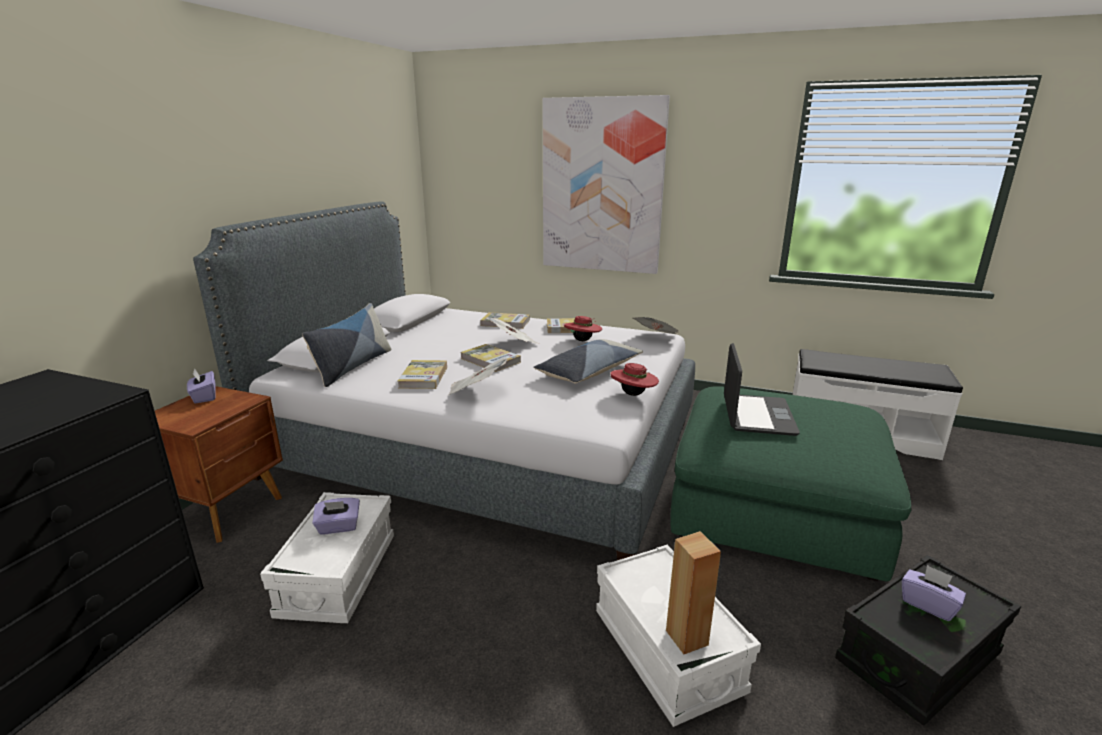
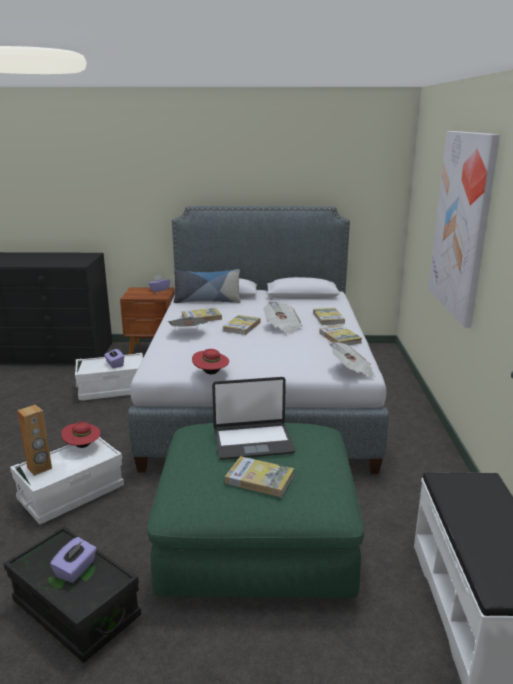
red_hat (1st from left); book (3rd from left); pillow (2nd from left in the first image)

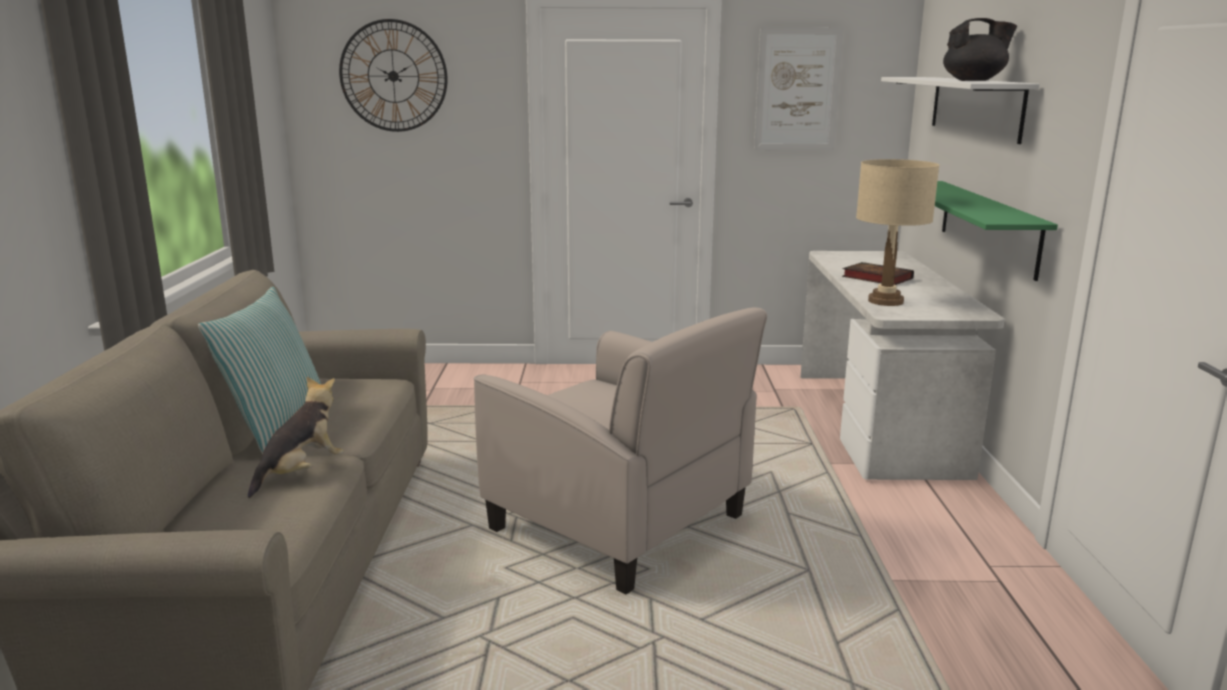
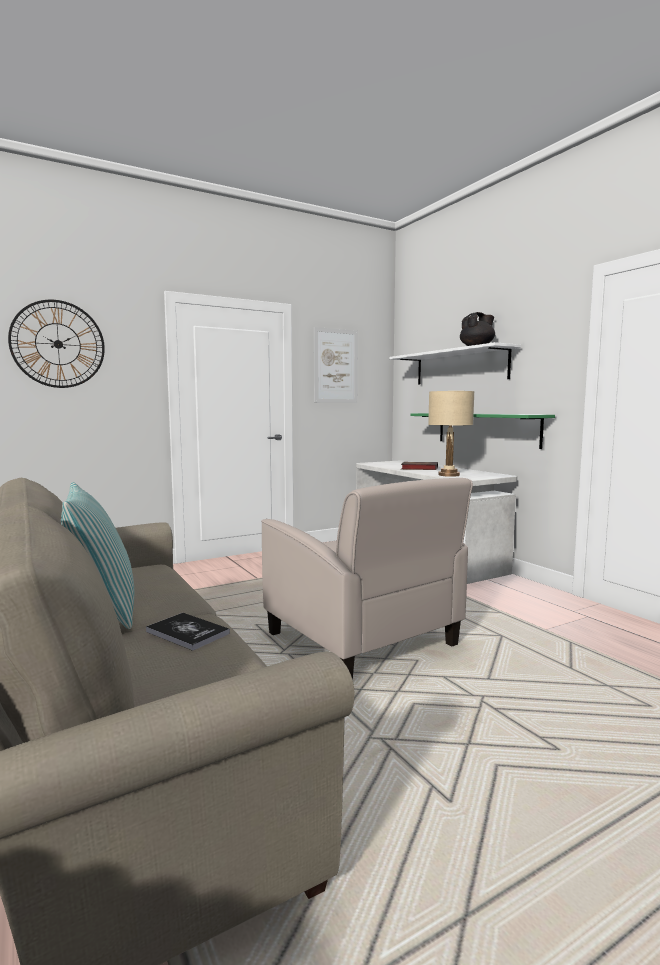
book (1st from left); beige_armchair

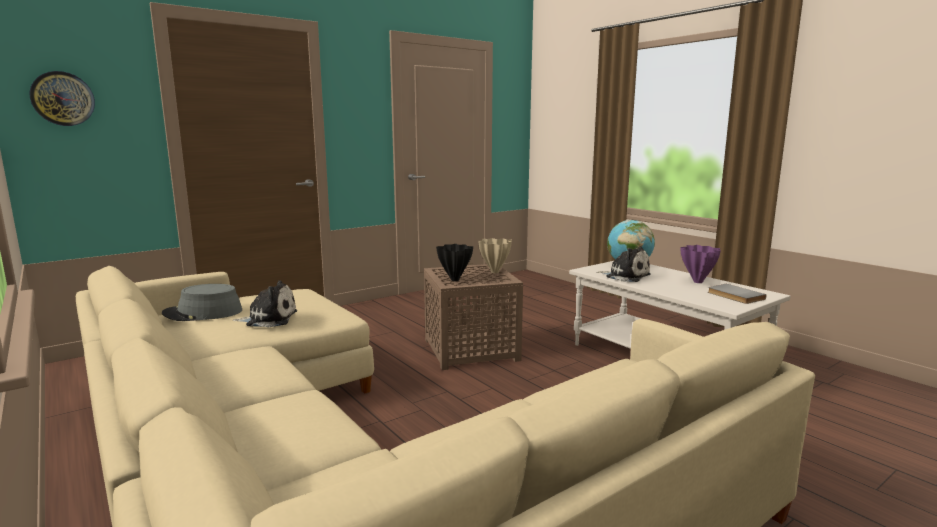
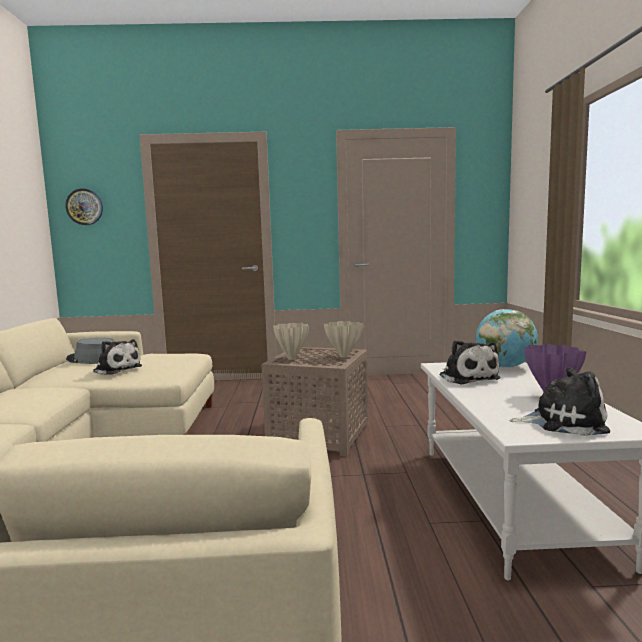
beige_vase (1st from left); plush_toy (3rd from left)

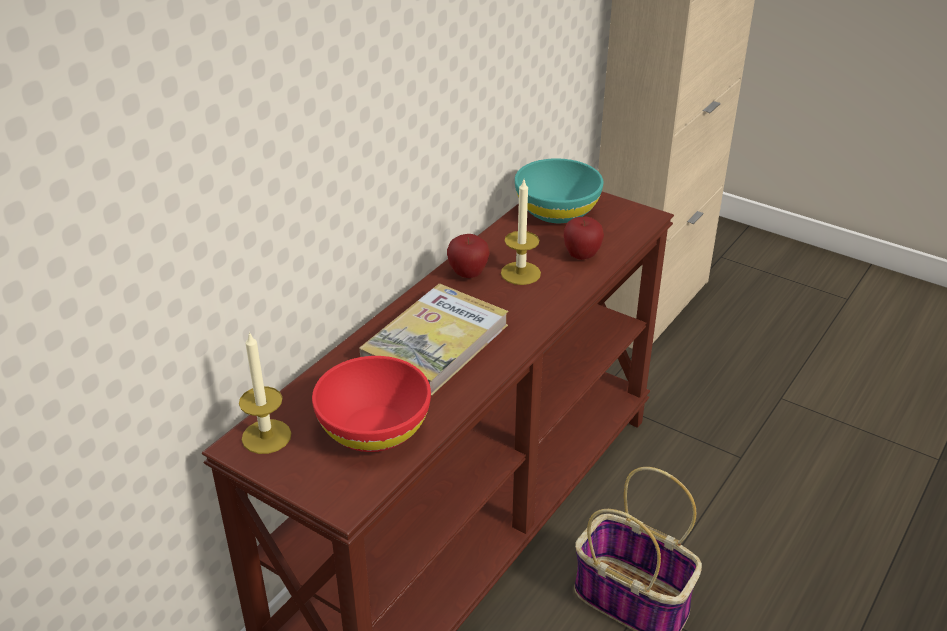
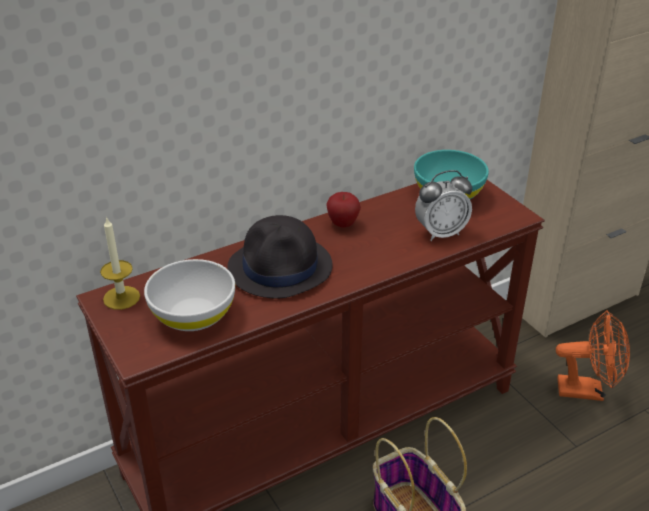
white_bowl; black_hat; alarm_clock; orange_fan; candle (2nd from left in the first image)

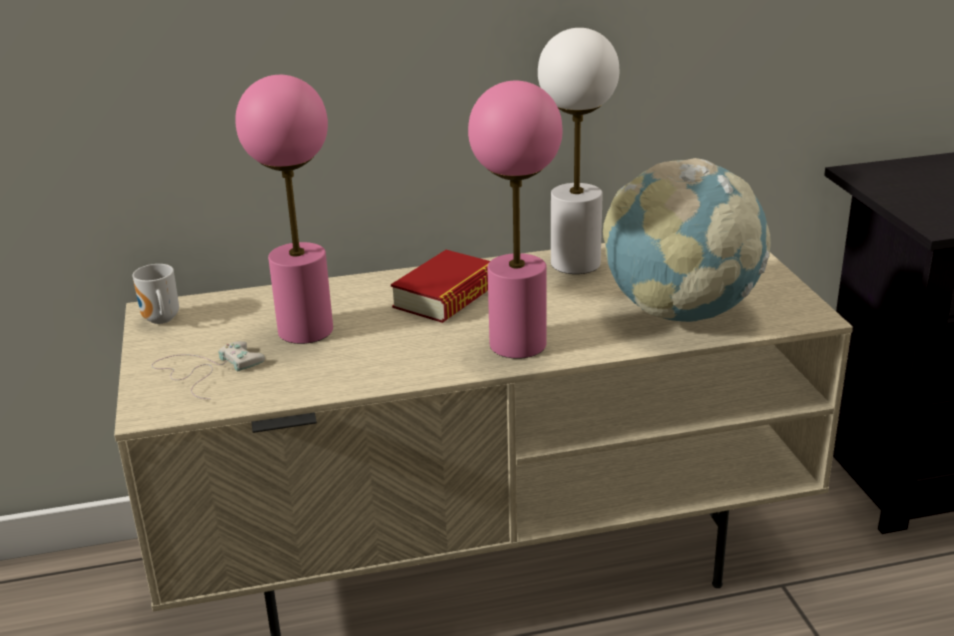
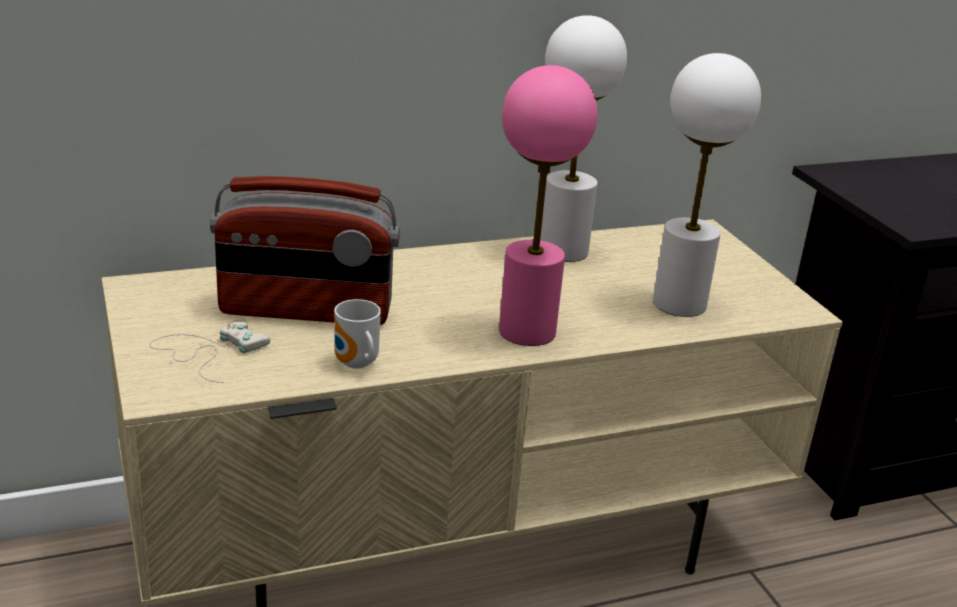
radio; mug; white_table_lamp (2nd from left); book

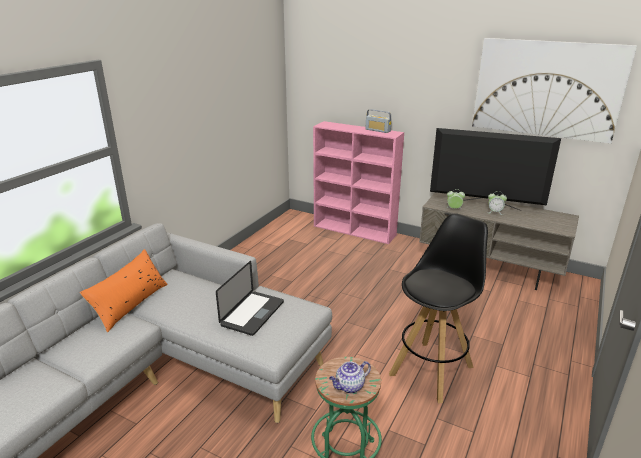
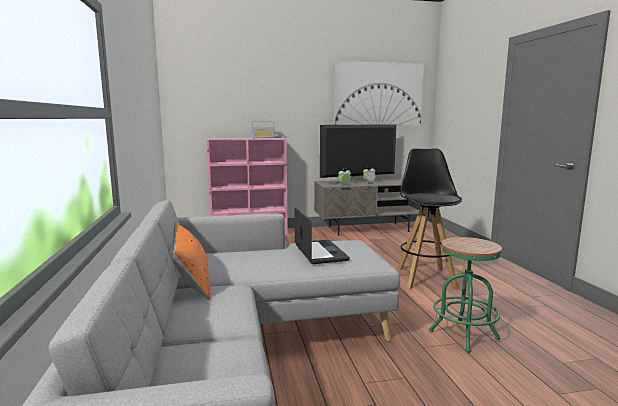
teapot

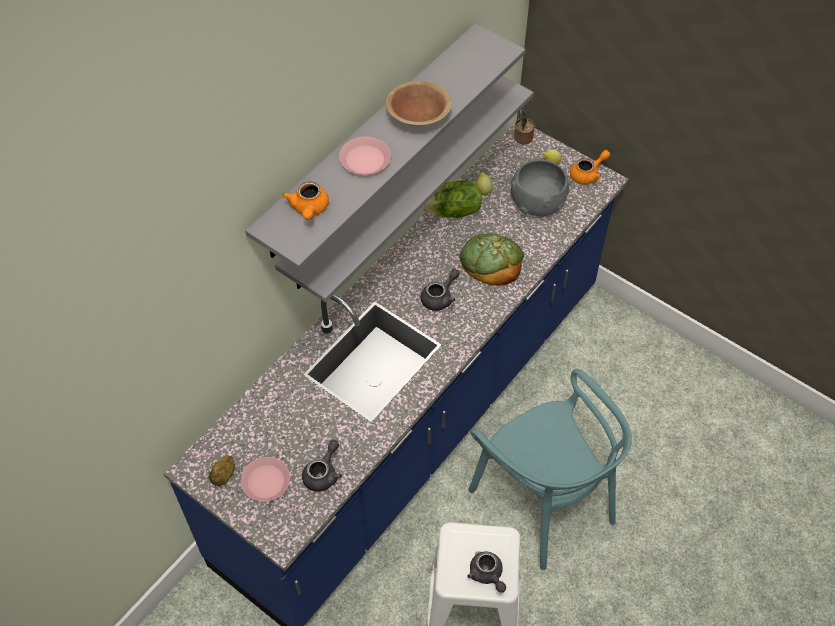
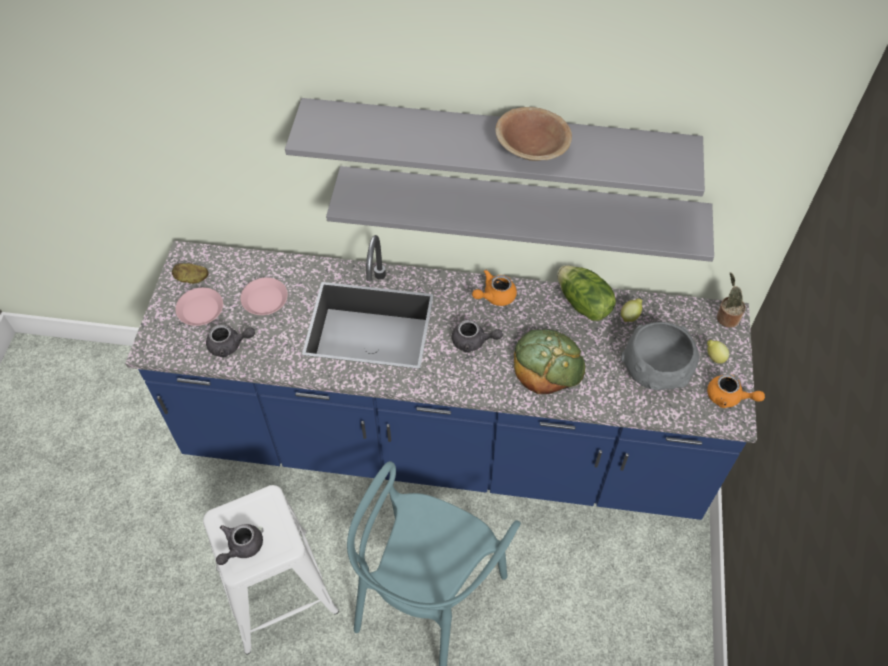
pink_plate (2nd from left); orange_teapot (1st from left)

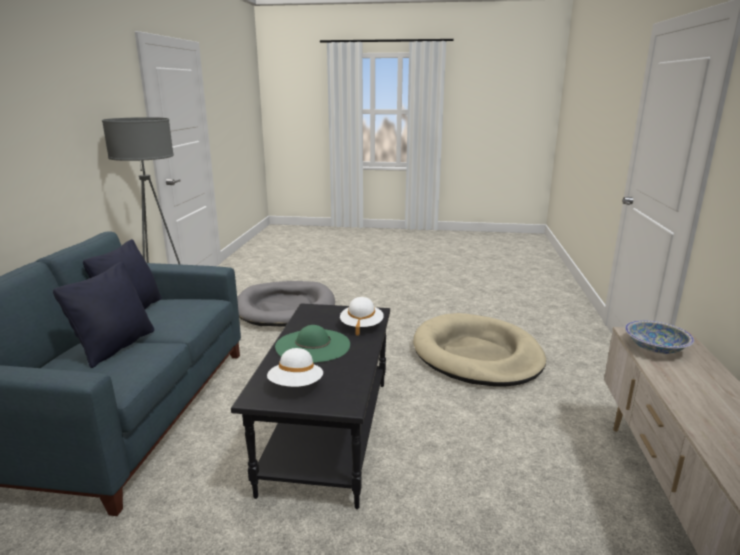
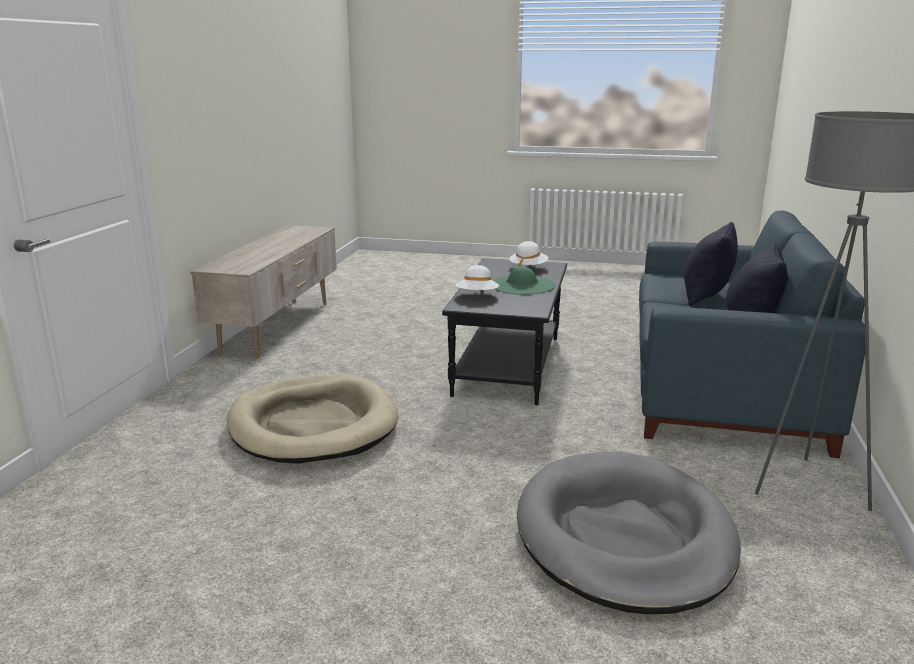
bowl

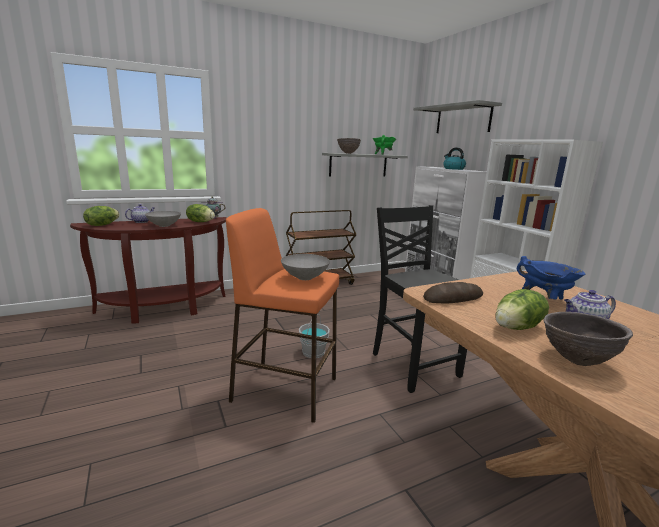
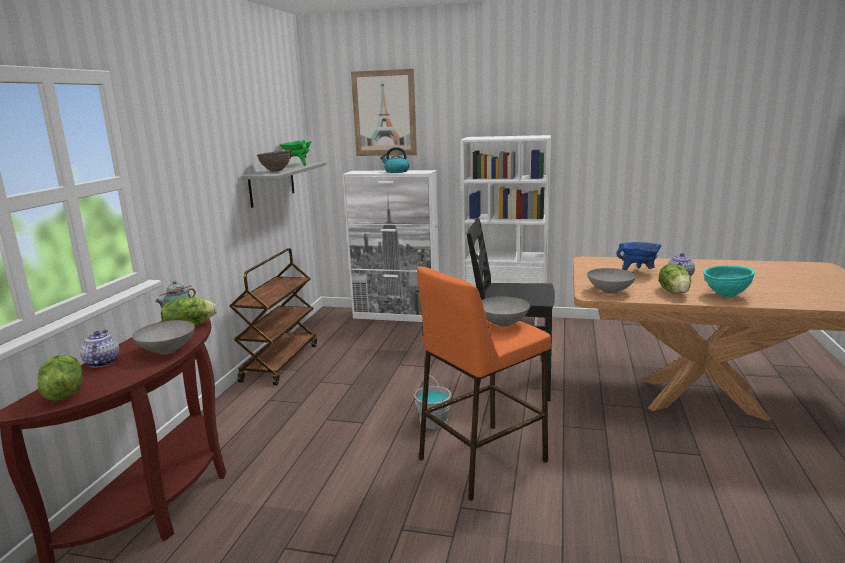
picture; grey_bowl (3rd from left); turquoise_bowl

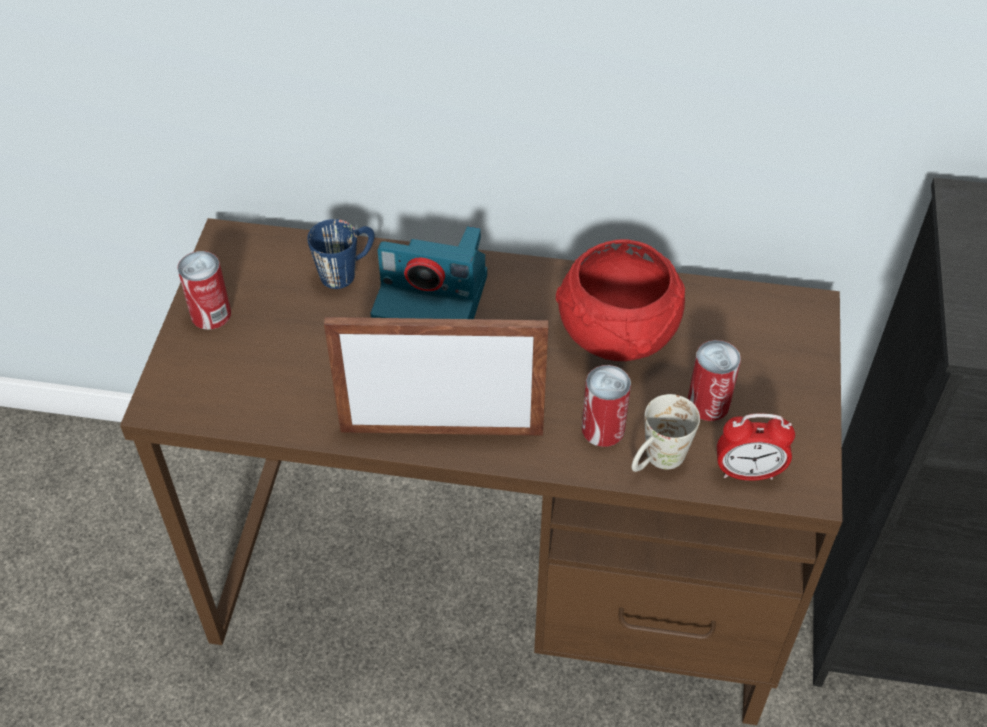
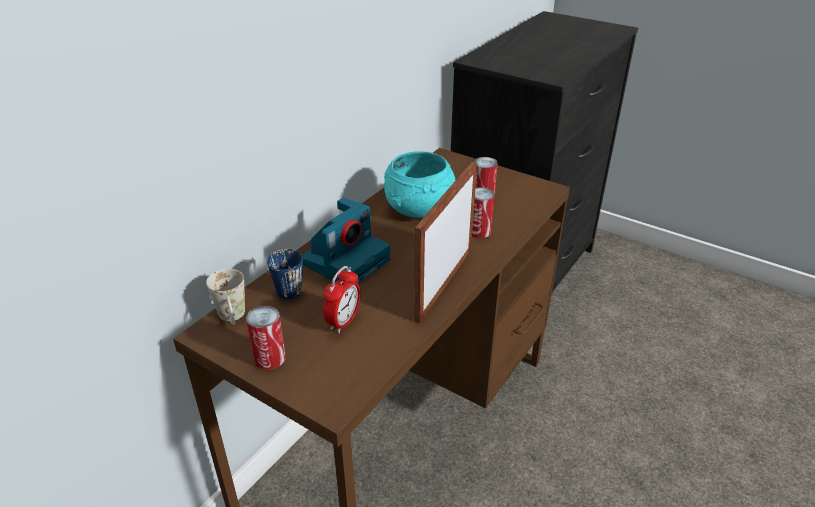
white_mug; alarm_clock; turquoise_bowl

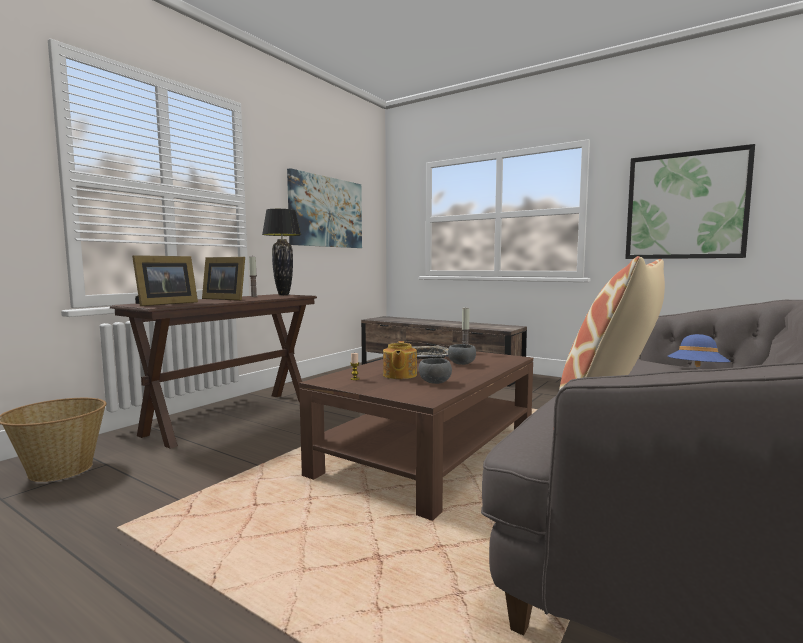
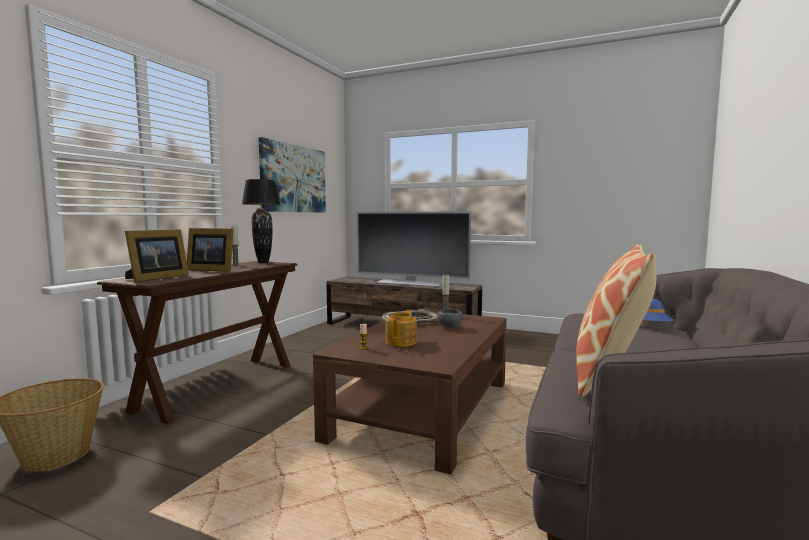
television; teapot; grey_bowl (1st from left in the first image); picture (2nd from left in the first image)

